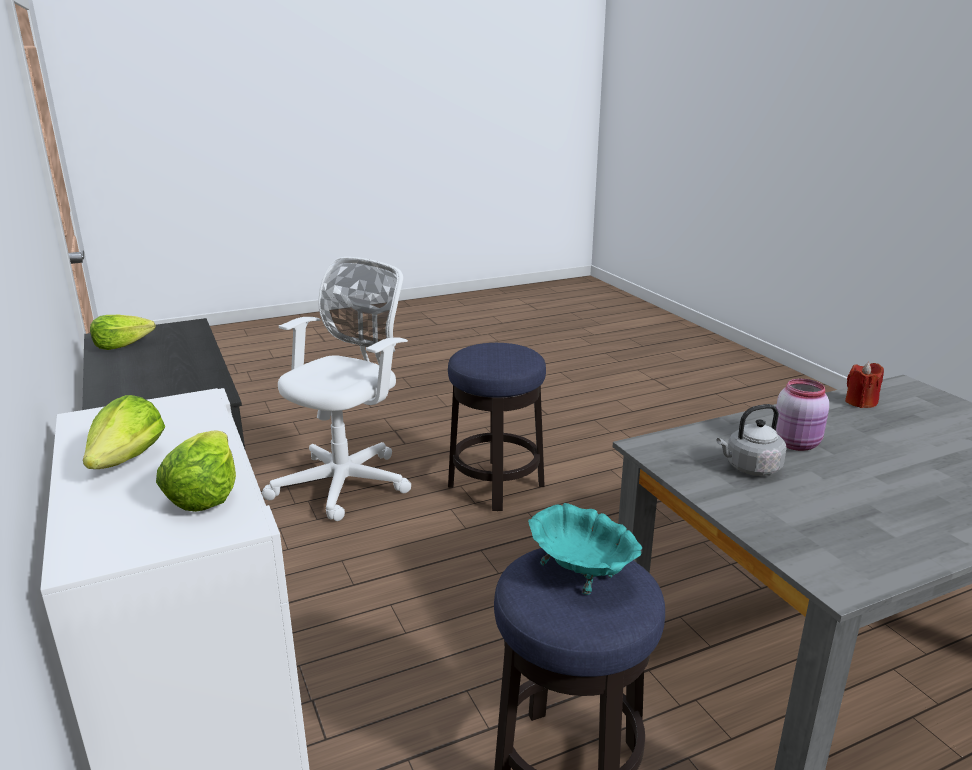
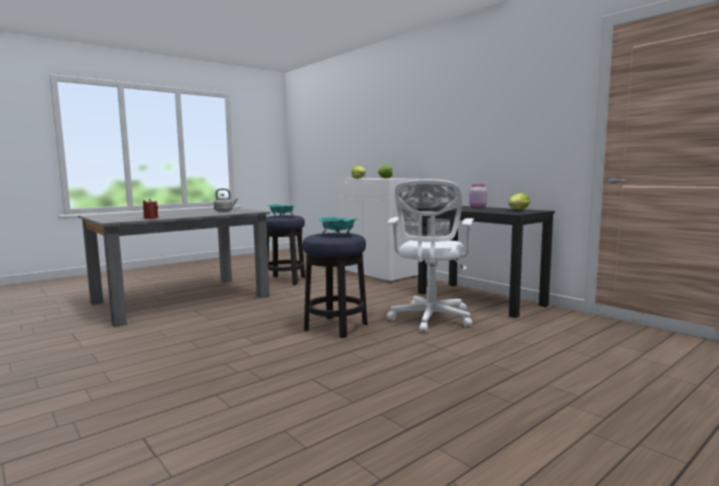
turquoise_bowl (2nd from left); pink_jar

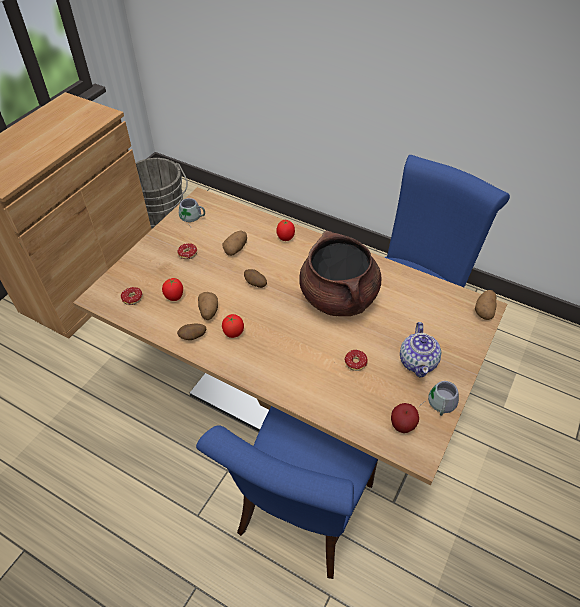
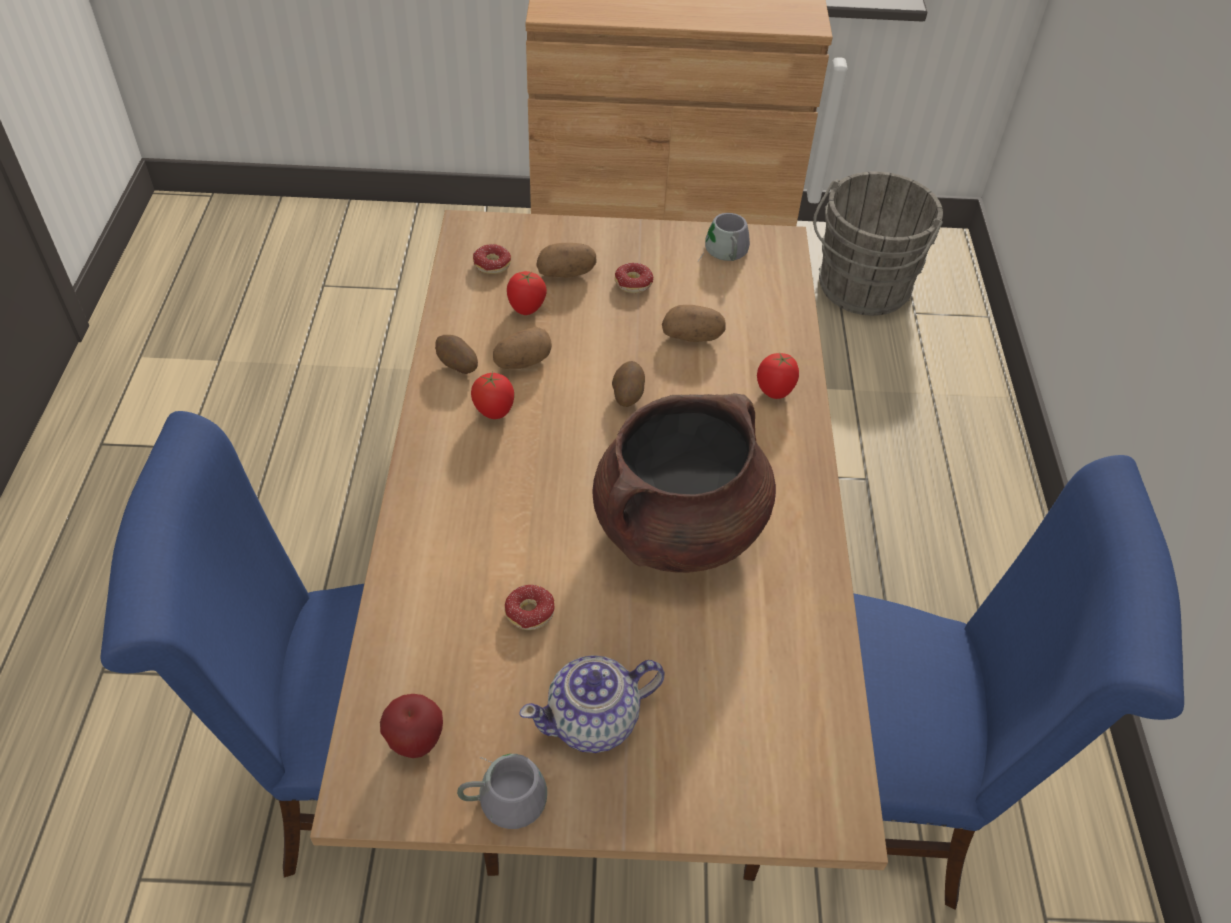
potato (3rd from left)

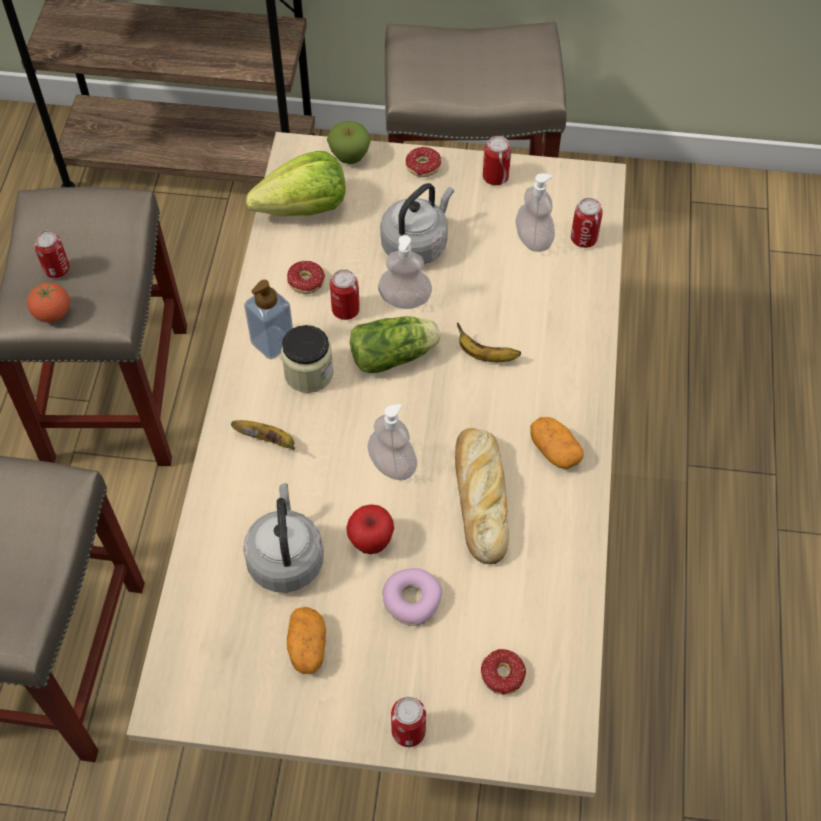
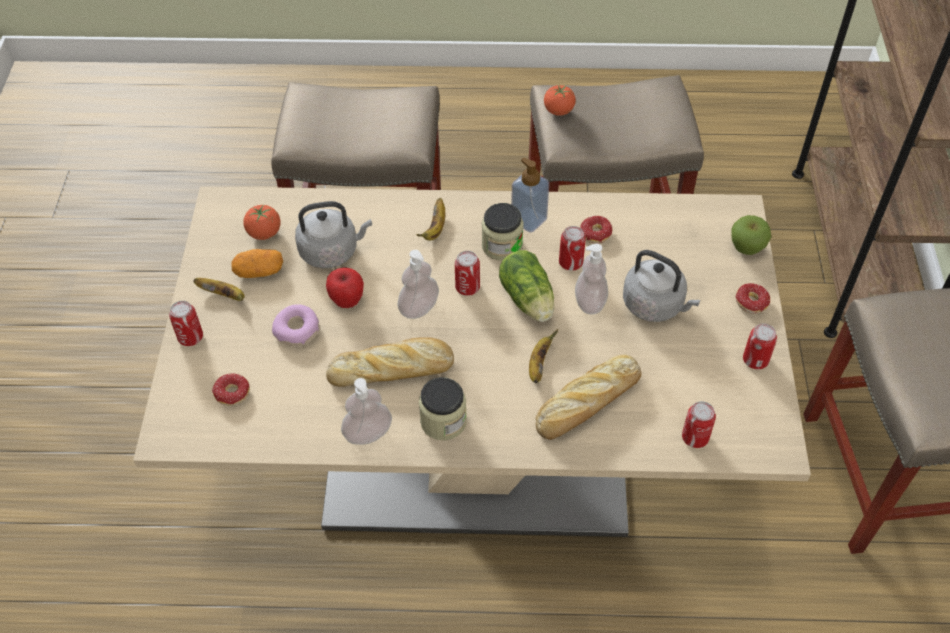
banana (1st from left); tomato (1st from left); soap_dispenser (1st from left); jar (1st from left); can (2nd from left); bread (2nd from left); lettuce (1st from left in the first image)

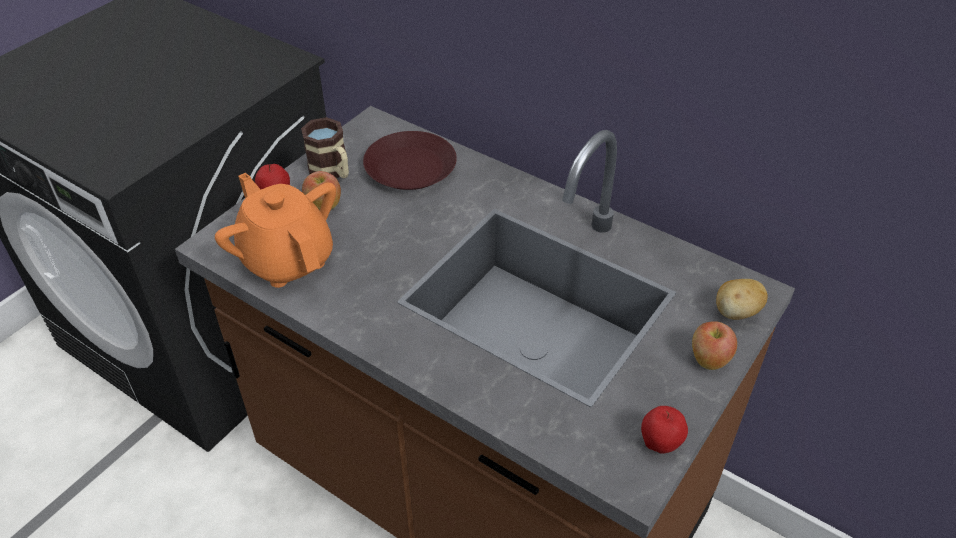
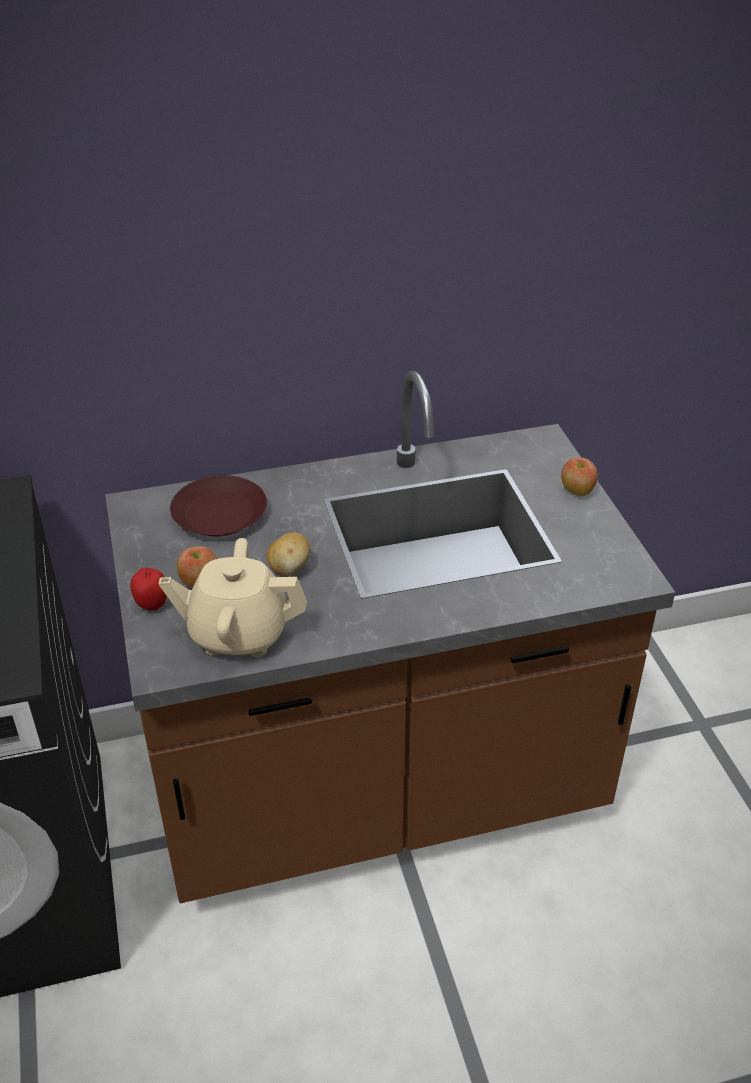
beige_teapot; potato; mug; apple (3rd from left in the first image)

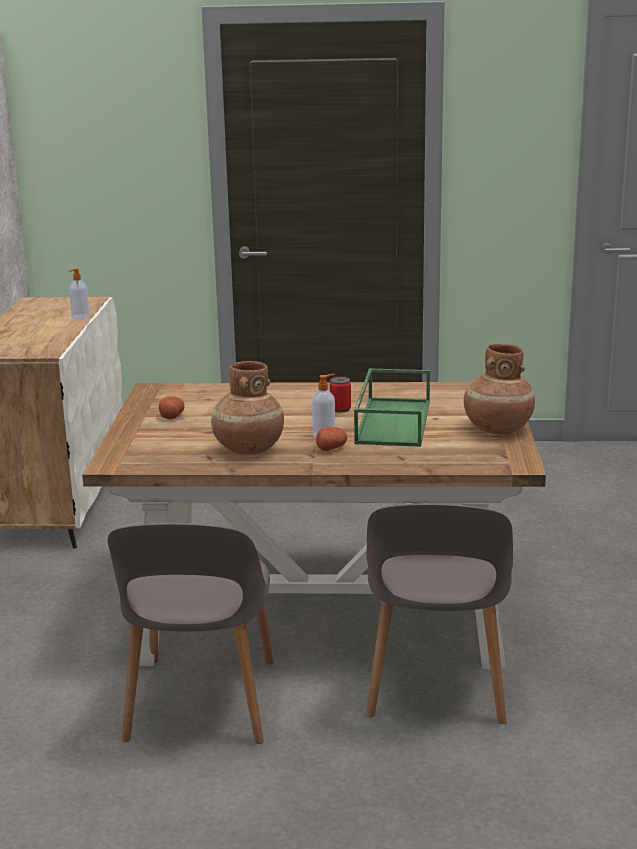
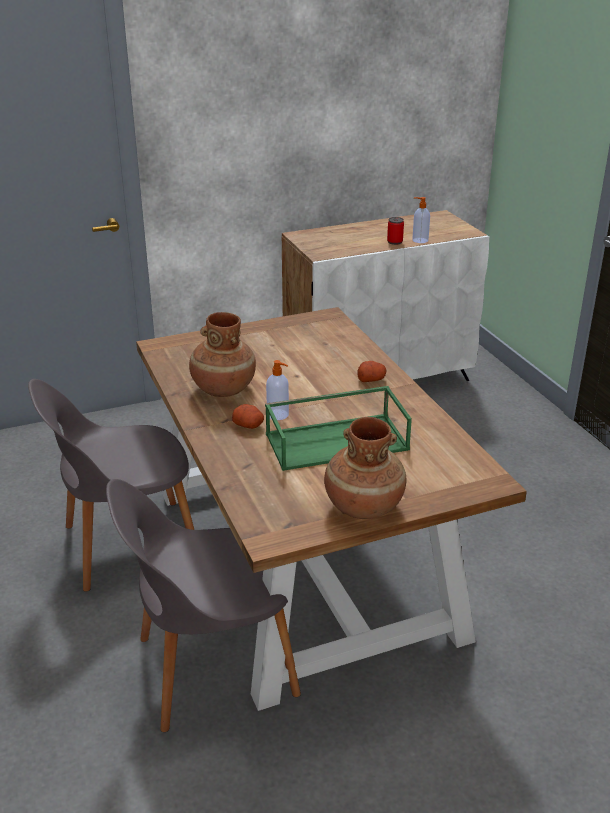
potato (2nd from left); can

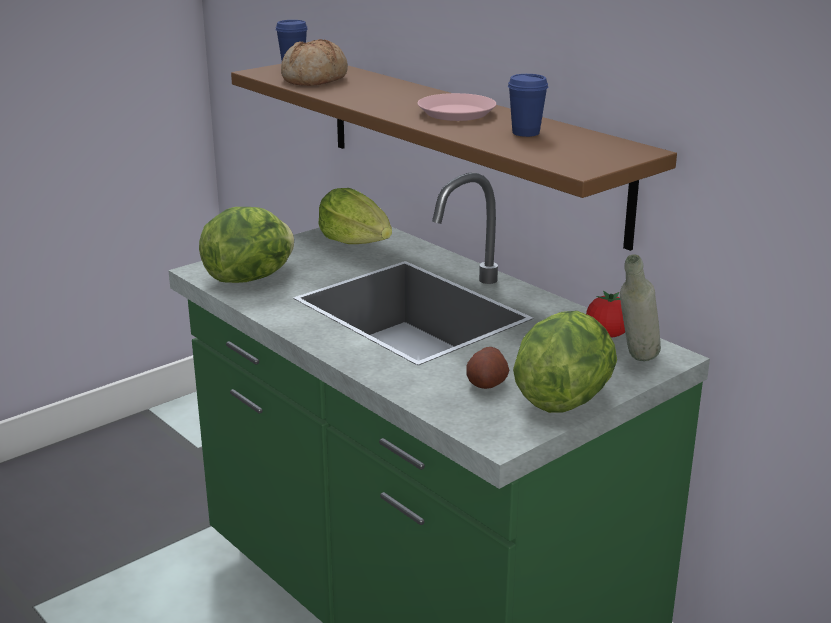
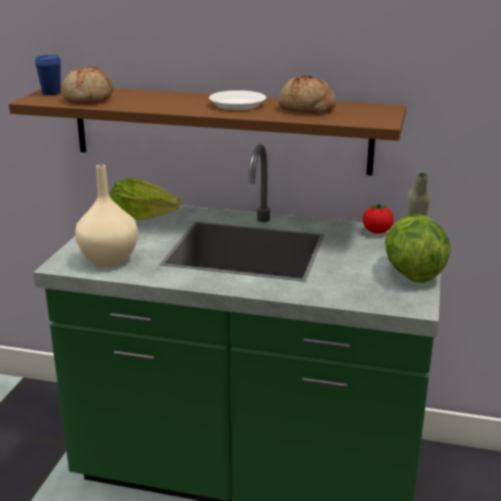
beige_vase; white_plate; bread (2nd from left); potato

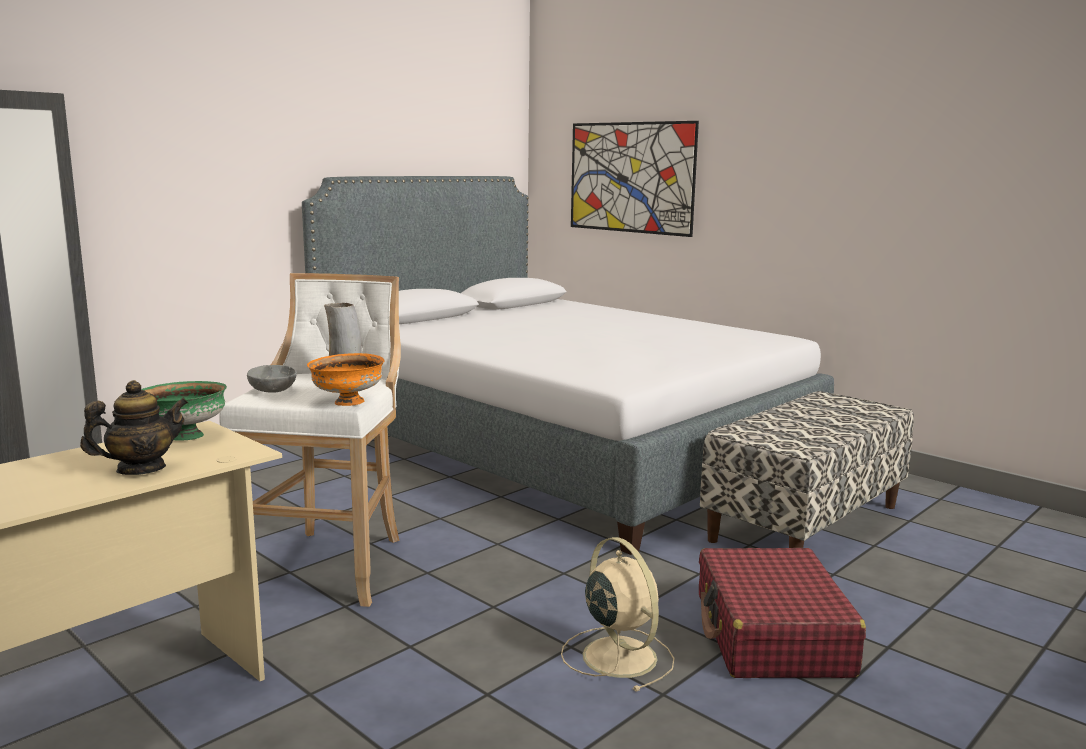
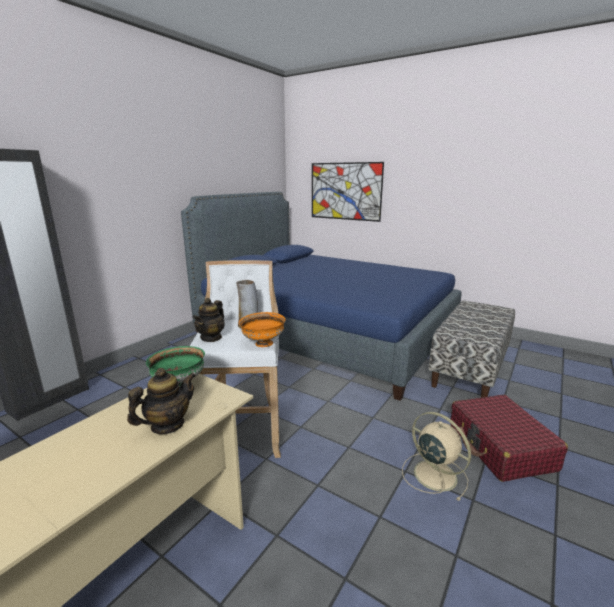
blue_bed; teapot (2nd from left)

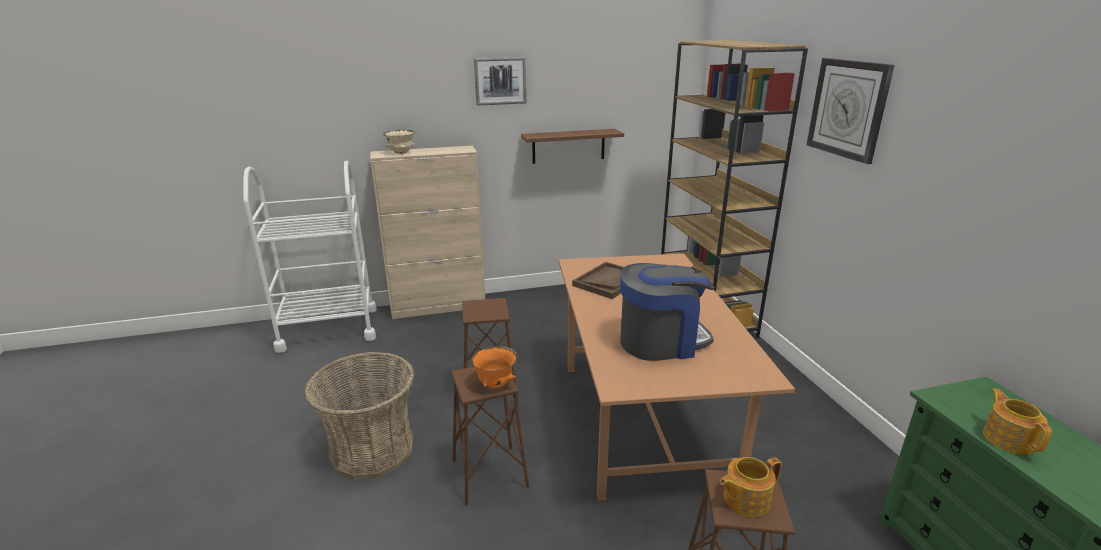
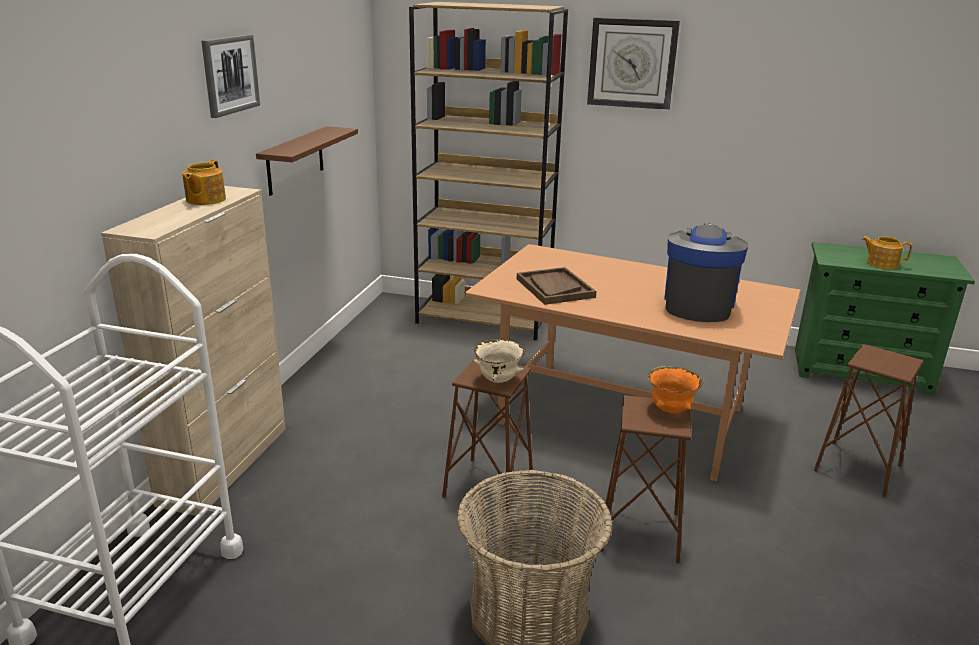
teapot (1st from left); beige_bowl

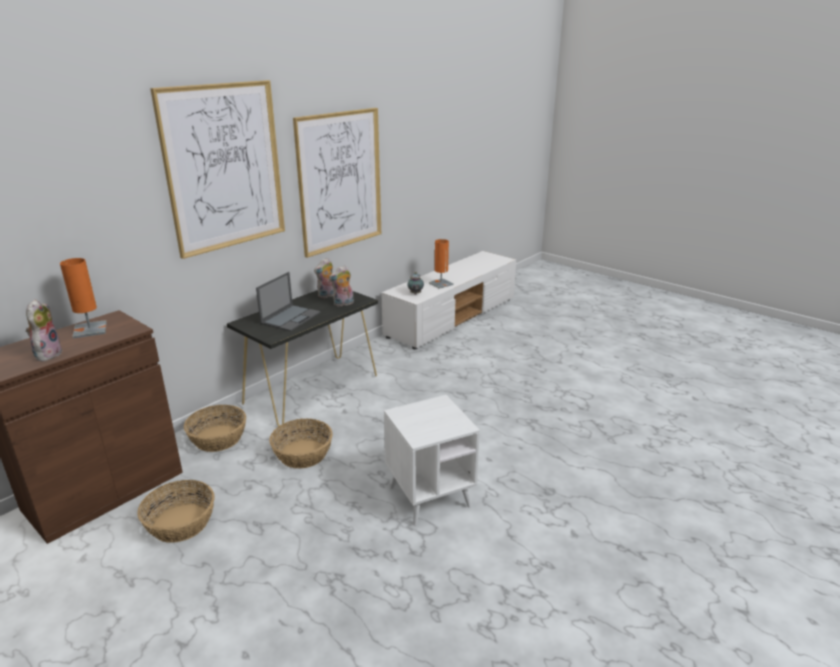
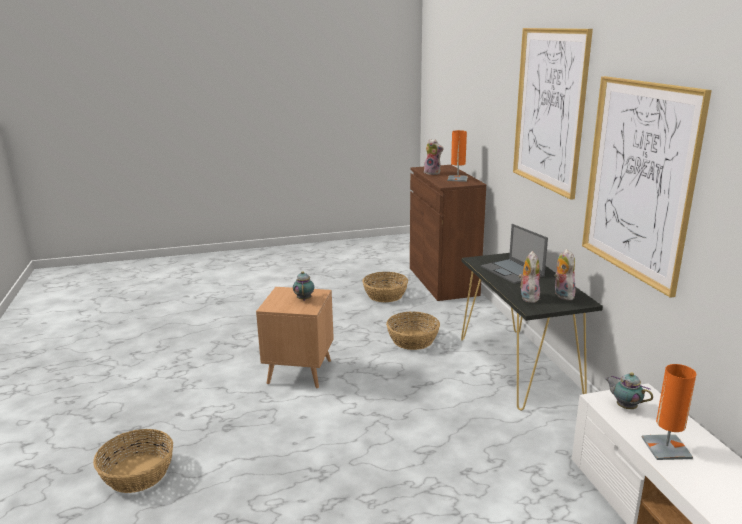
basket (1st from left); brown_side_table; teapot (1st from left)

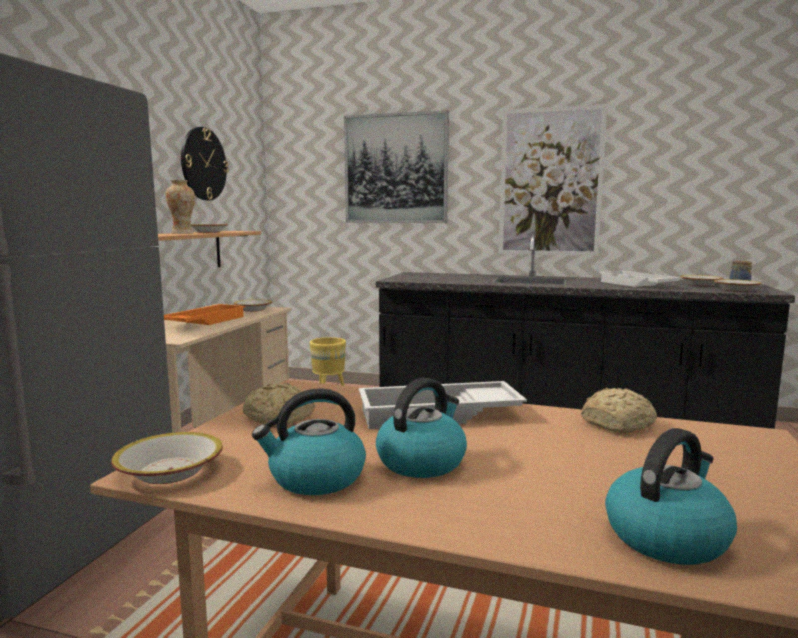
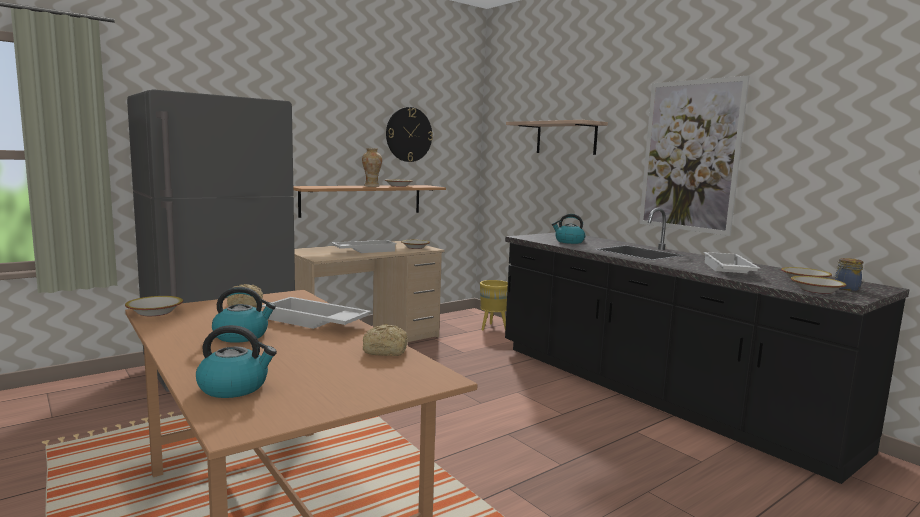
white_tray (2nd from left); shelf (2nd from left); kettle (3rd from left)

